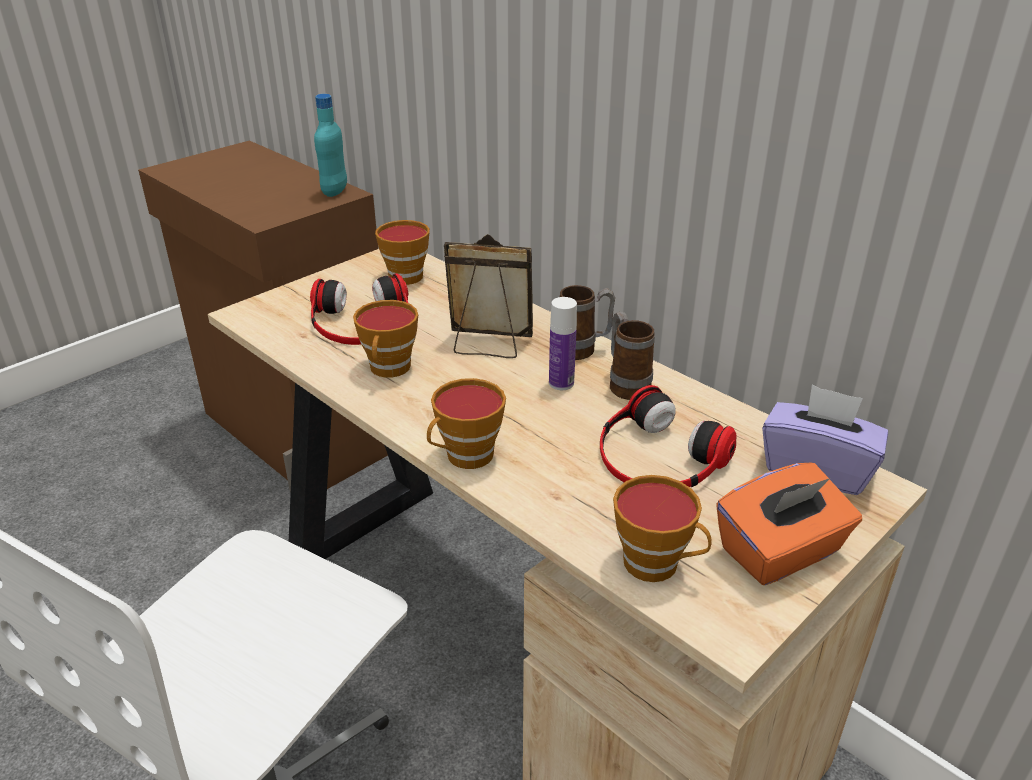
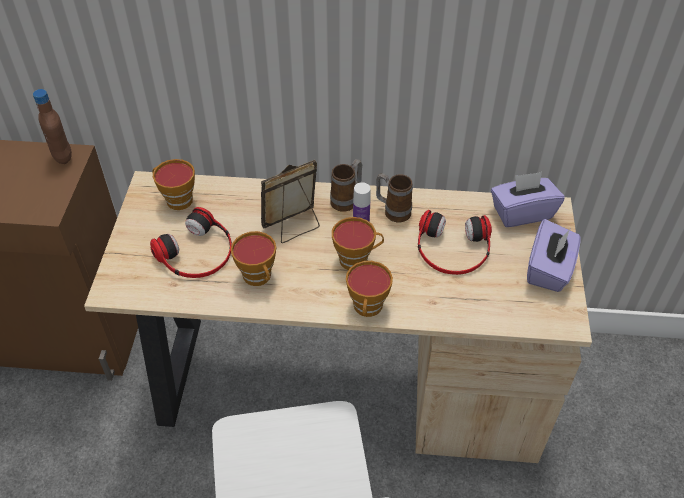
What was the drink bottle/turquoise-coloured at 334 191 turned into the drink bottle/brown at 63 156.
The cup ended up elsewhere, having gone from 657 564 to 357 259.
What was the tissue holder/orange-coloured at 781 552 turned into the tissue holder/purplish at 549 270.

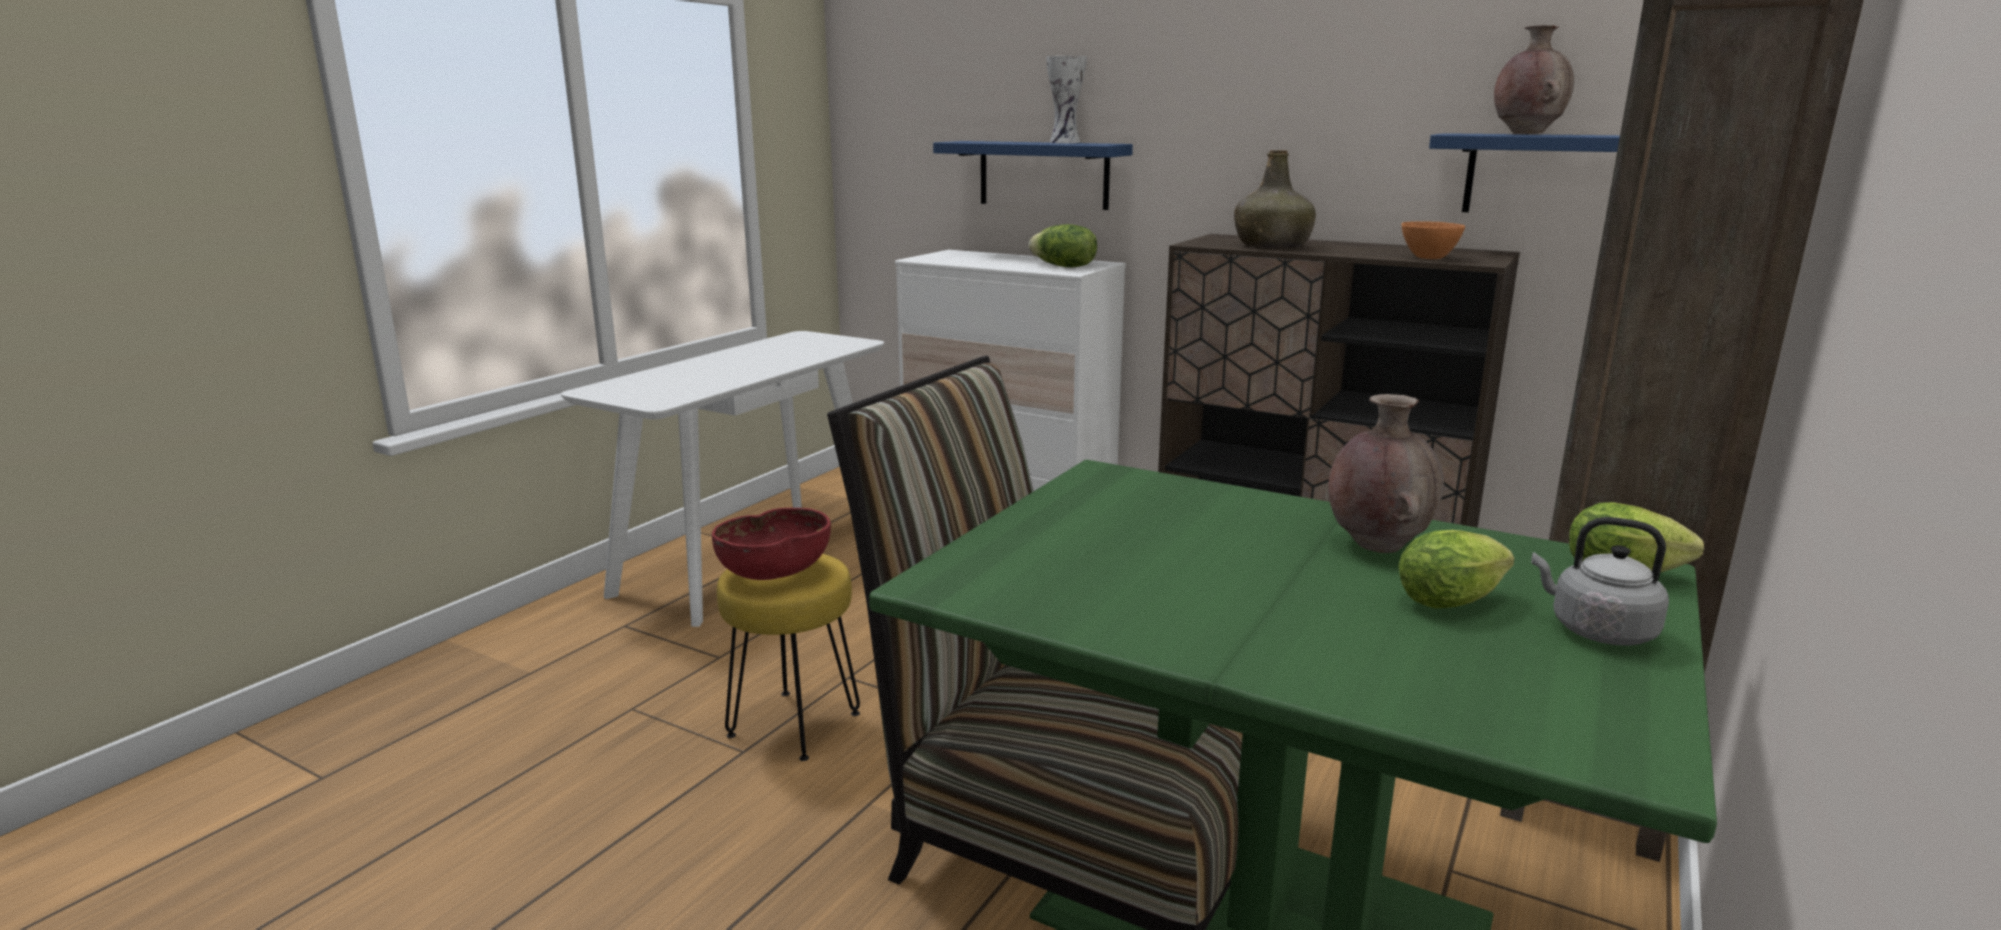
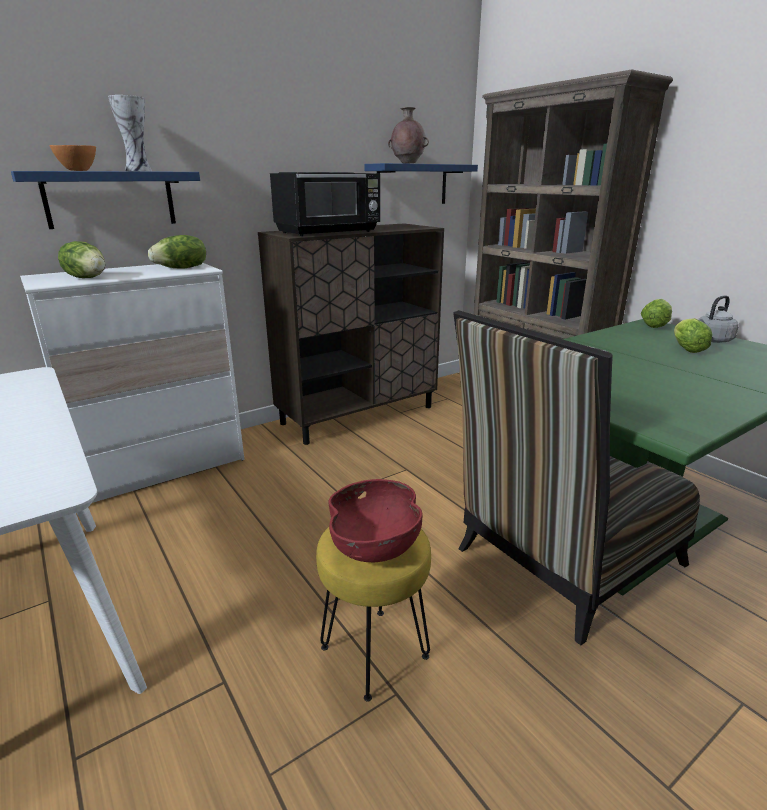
The bowl/orange-coloured ended up elsewhere, having gone from 1428 258 to 78 170.
The second view gained the lettuce at 87 278.
Where the drink bottle/greenish stood at 1272 246, the microwave/blackish came to stand at 329 232.
The second view lost the flower vase/brown at 1376 545.

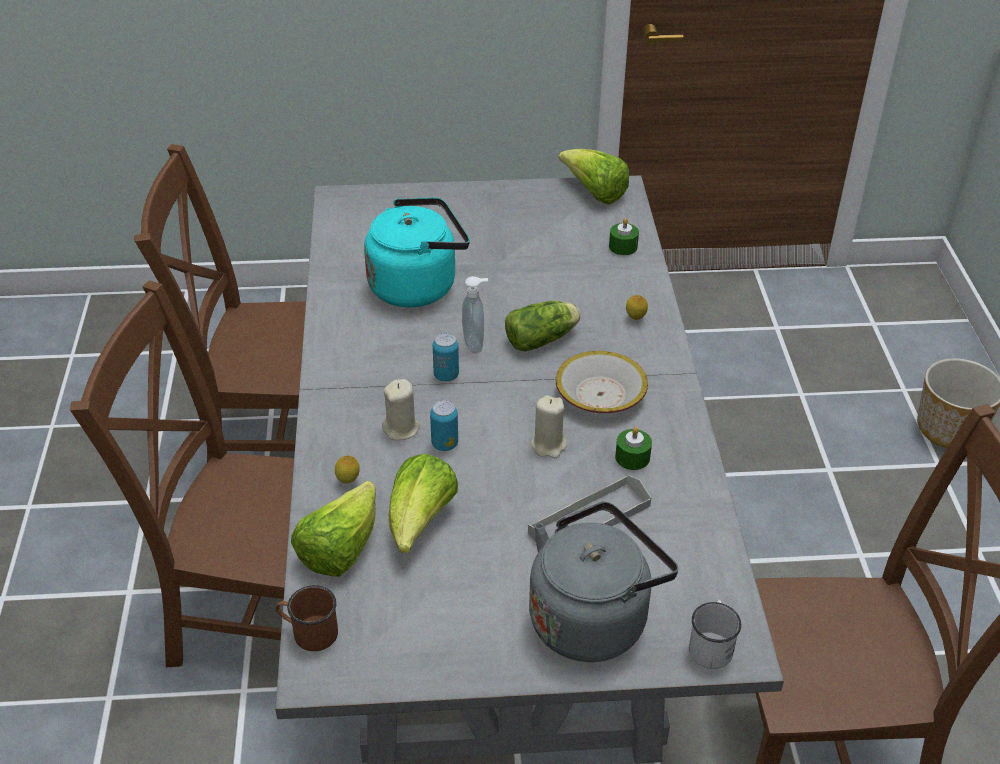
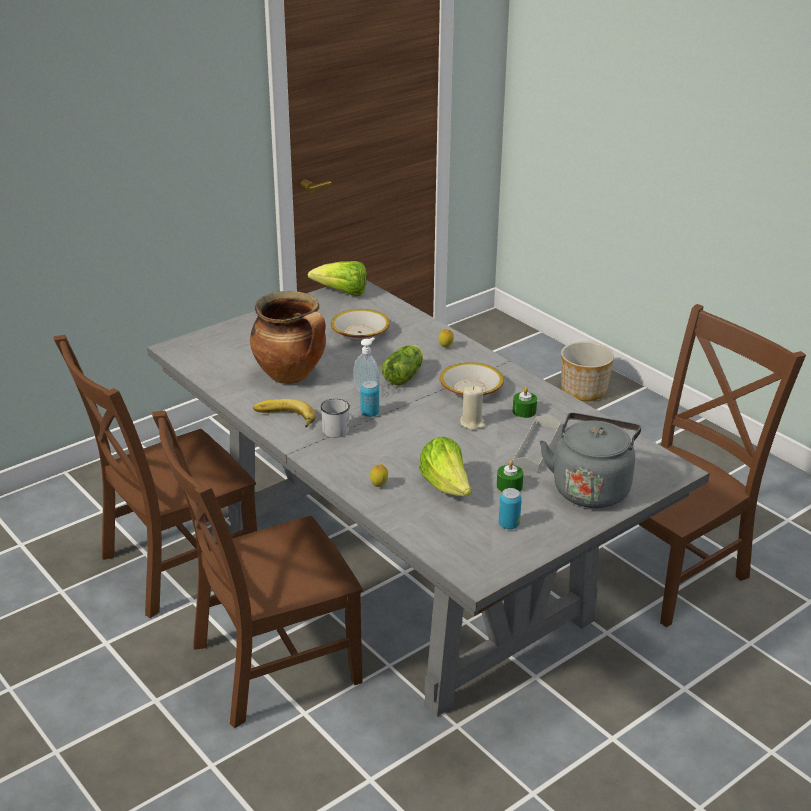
Where the tea kettle/turquoise-coloured stood at 417 285, the cooking pot came to stand at 292 376.
The second view gained the whole banana at 284 418.
The mug/white-coloured ended up elsewhere, having gone from 711 645 to 334 428.
The second view gained the bowl at 359 333.
The candle/greenish ended up elsewhere, having gone from 623 246 to 509 486.
The can ended up elsewhere, having gone from 444 444 to 509 524.
The second view lost the mug/brown at 309 632.
The second view lost the lettuce at 340 549.
The second view lost the candle/beige at 401 428.

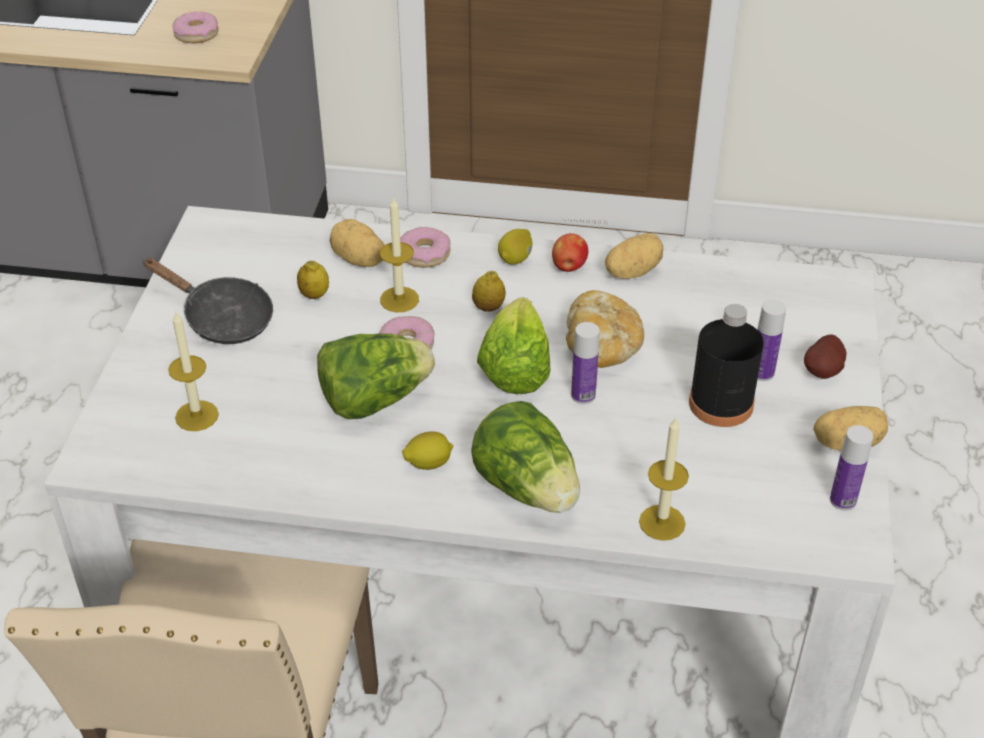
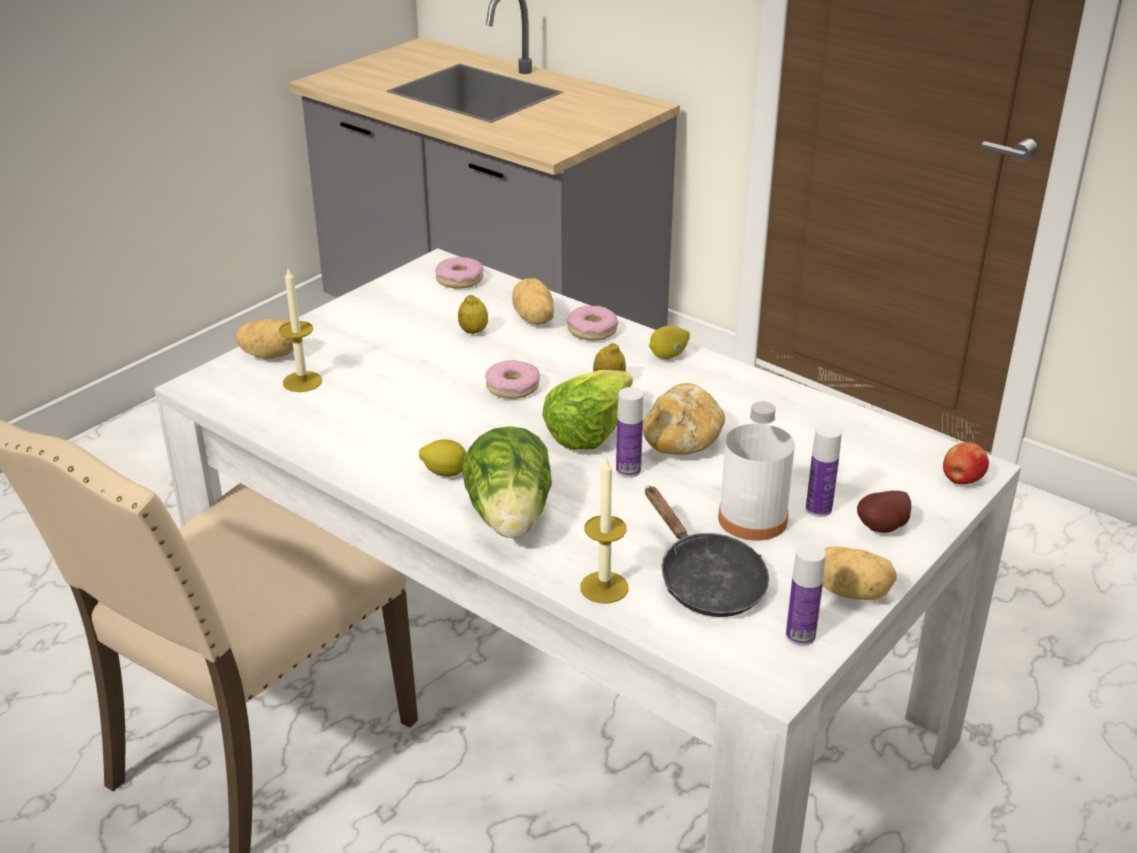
The potato ended up elsewhere, having gone from 631 271 to 272 355.
The donut ended up elsewhere, having gone from 196 34 to 459 280.
The skillet/blackish ended up elsewhere, having gone from 221 318 to 705 581.
What was the drink bottle/blackish at 721 404 turned into the drink bottle/white-coloured at 752 519.
The whole apple ended up elsewhere, having gone from 568 267 to 961 480.
The second view lost the lettuce at 374 399.
The second view lost the candle at 399 299.

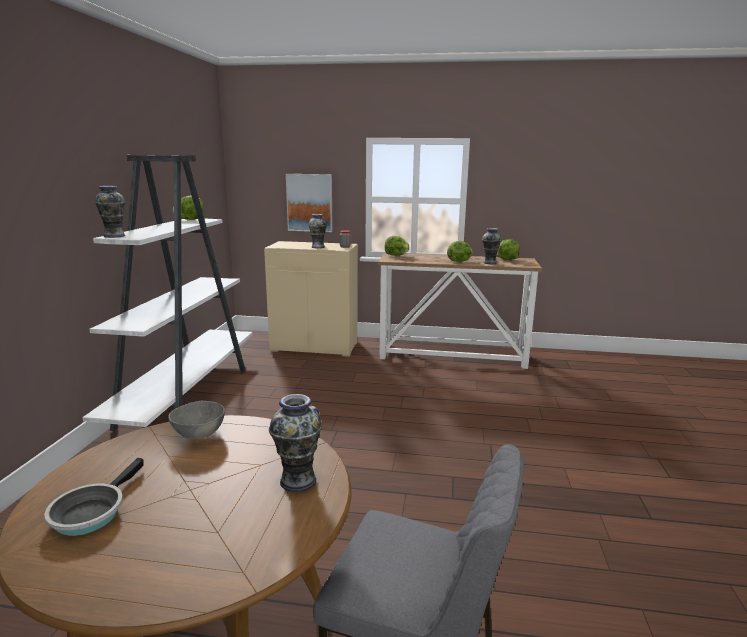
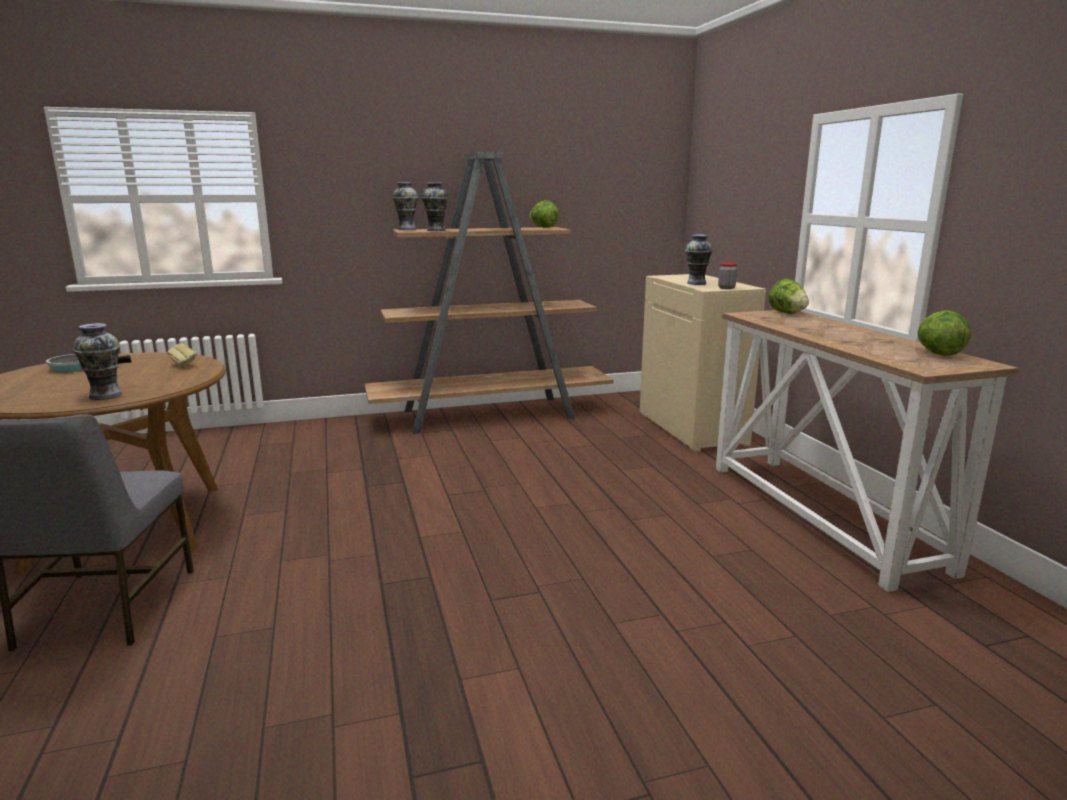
Where the bowl/grey stood at 198 435, the baked bread came to stand at 184 365.
What was the bookshelf/white-coloured at 187 395 turned into the bookshelf/brown at 491 414.
The flower vase ended up elsewhere, having gone from 490 263 to 436 230.
The second view lost the wall picture at 309 202.
The second view lost the lettuce at 459 261.

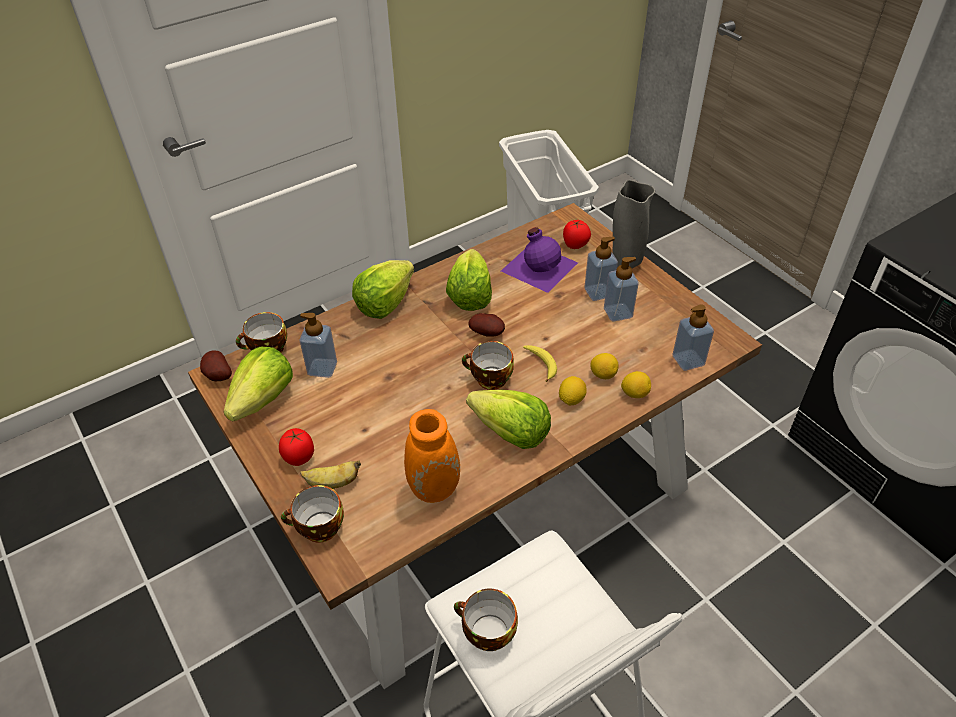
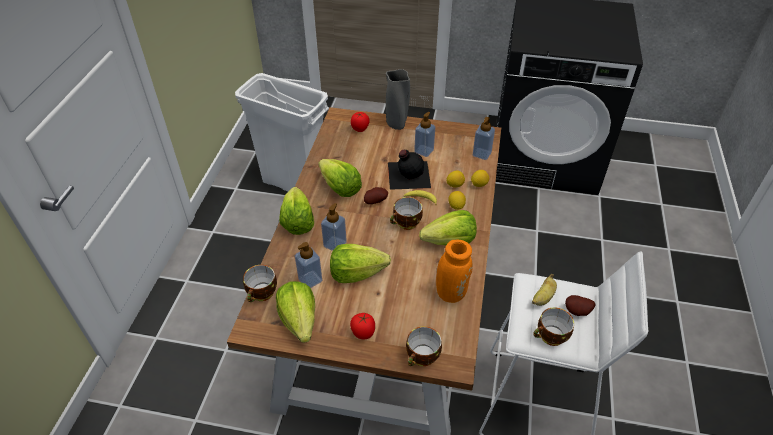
The soap bottle ended up elsewhere, having gone from 598 292 to 335 244.
The second view gained the lettuce at 357 273.
The second view gained the drink bottle/blackish at 408 174.
The whole banana ended up elsewhere, having gone from 332 483 to 543 298.
The potato ended up elsewhere, having gone from 217 376 to 577 312.
The second view lost the drink bottle/purplish at 539 266.

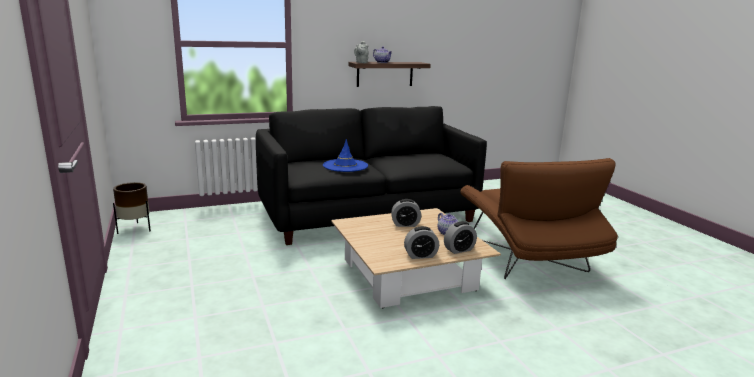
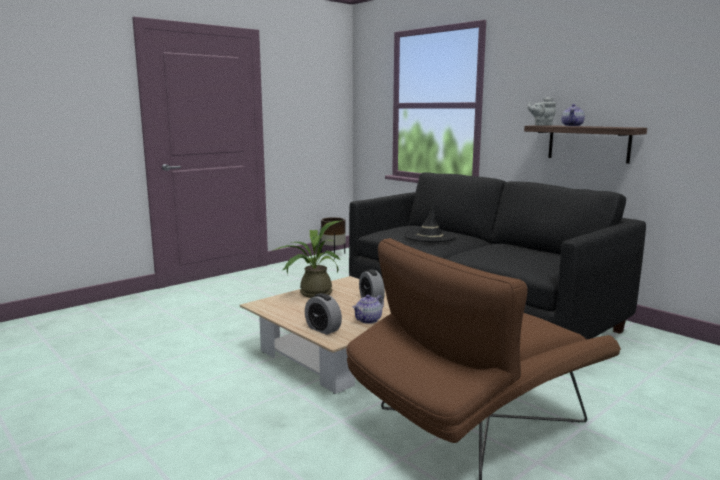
The second view gained the potted plant at 311 294.
What was the wearable hat/blue-coloured at 345 166 turned into the wearable hat/blackish at 429 236.
The second view lost the alarm clock at 420 255.

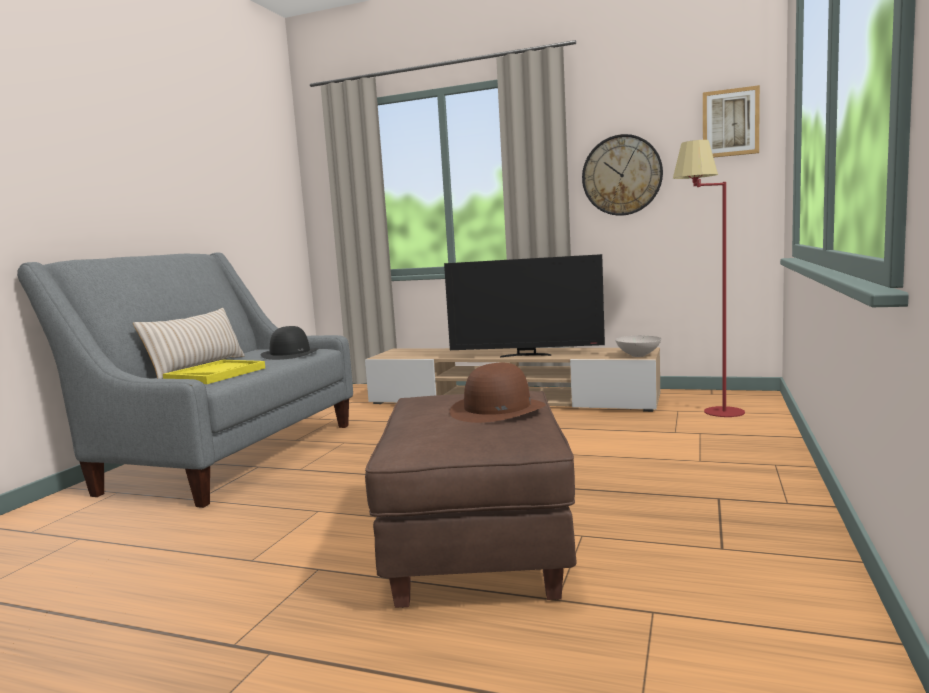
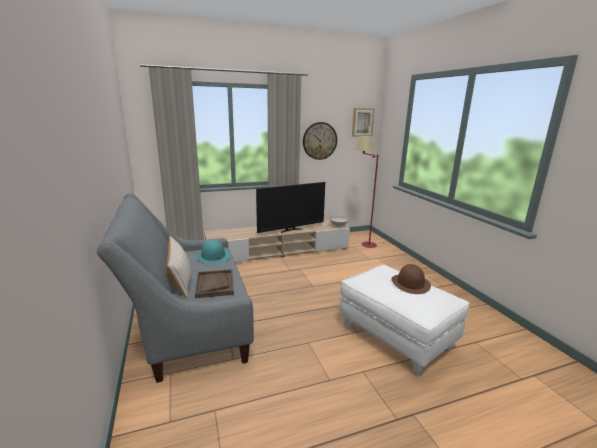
What was the serving tray/yellow at 216 374 turned into the serving tray/brown at 215 284.
What was the wearable hat/blackish at 290 354 turned into the wearable hat/turquoise-coloured at 213 256.
What was the ottoman/brown at 477 546 turned into the ottoman/white-coloured at 395 337.

